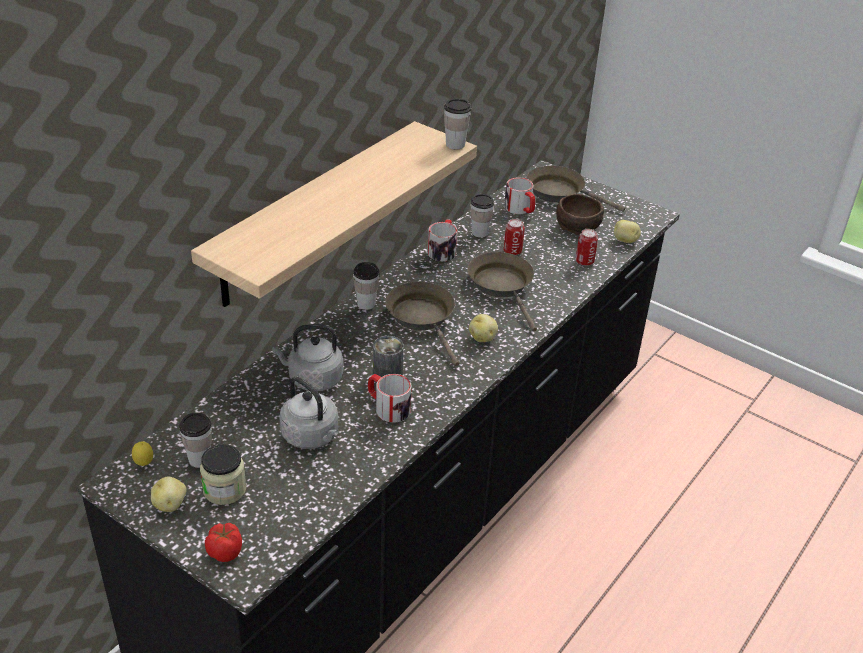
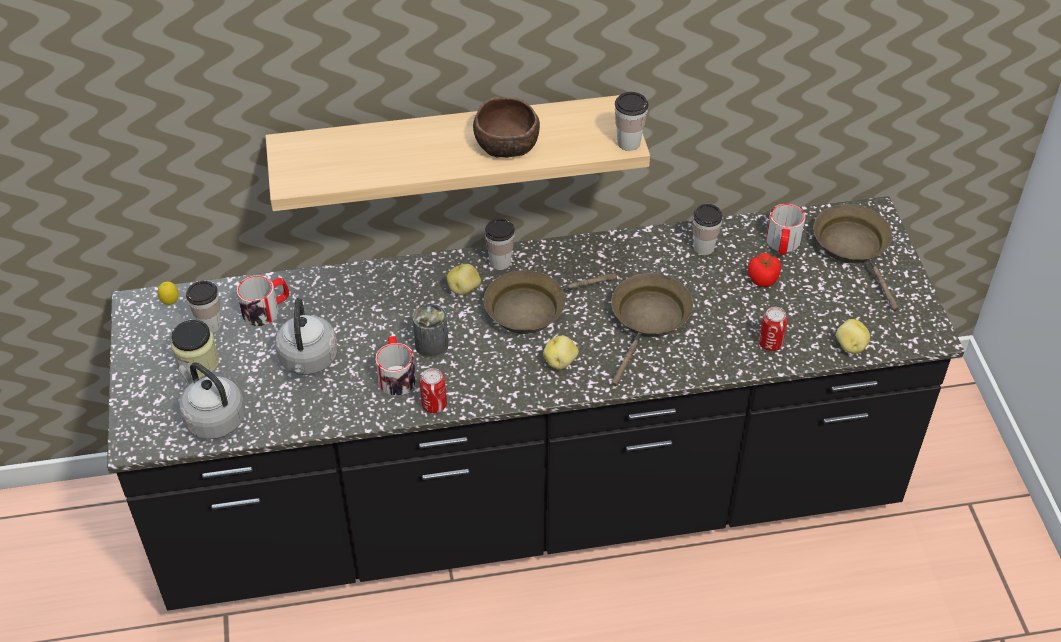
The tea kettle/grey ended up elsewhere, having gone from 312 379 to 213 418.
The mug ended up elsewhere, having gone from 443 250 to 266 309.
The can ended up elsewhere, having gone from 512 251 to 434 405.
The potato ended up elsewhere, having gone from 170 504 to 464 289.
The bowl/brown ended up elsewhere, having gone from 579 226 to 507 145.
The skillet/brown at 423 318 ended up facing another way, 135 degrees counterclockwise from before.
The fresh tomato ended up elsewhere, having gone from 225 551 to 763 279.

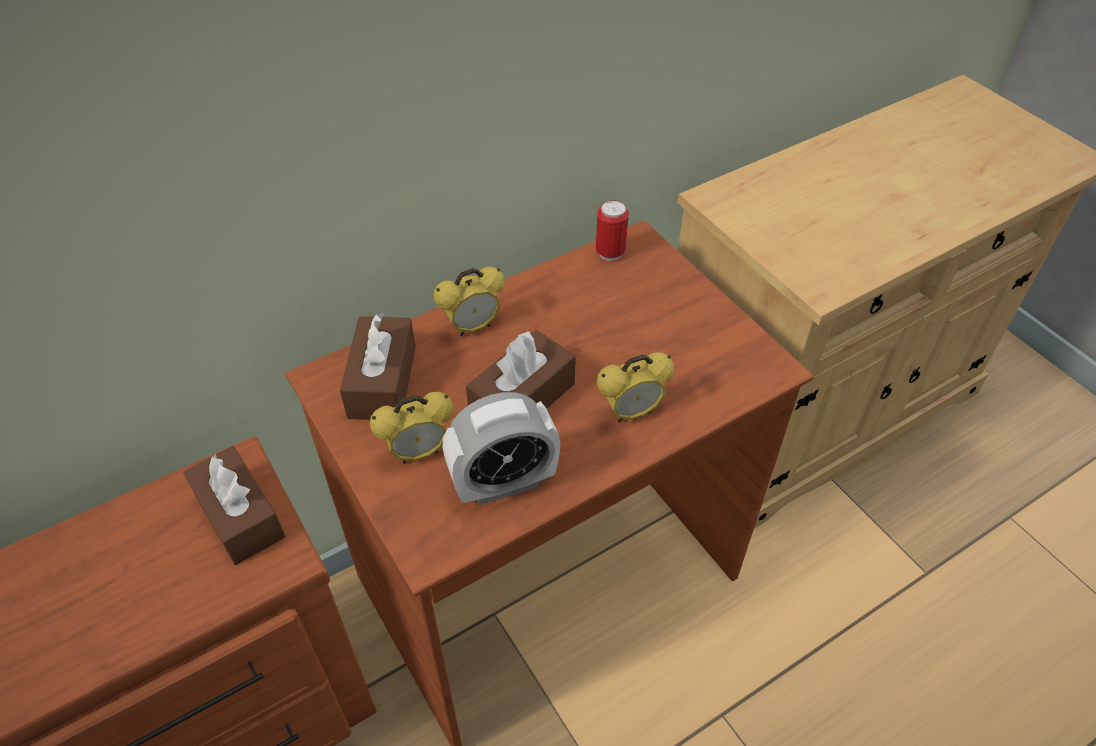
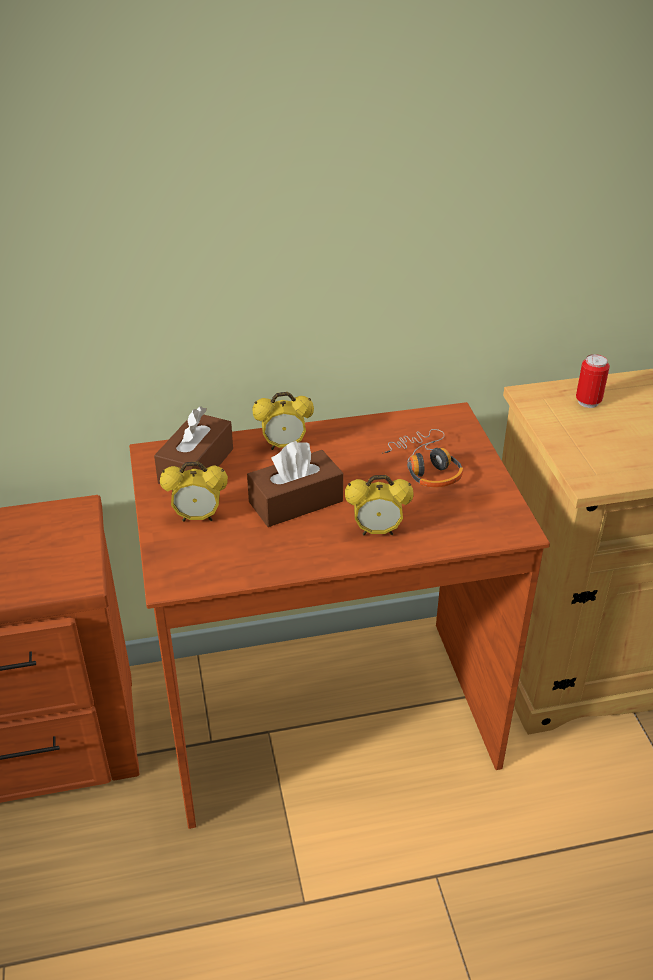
The second view gained the headphones at 426 467.
The can ended up elsewhere, having gone from 610 252 to 588 402.
The second view lost the tissue holder/brown at 240 516.
The second view lost the alarm clock at 503 483.

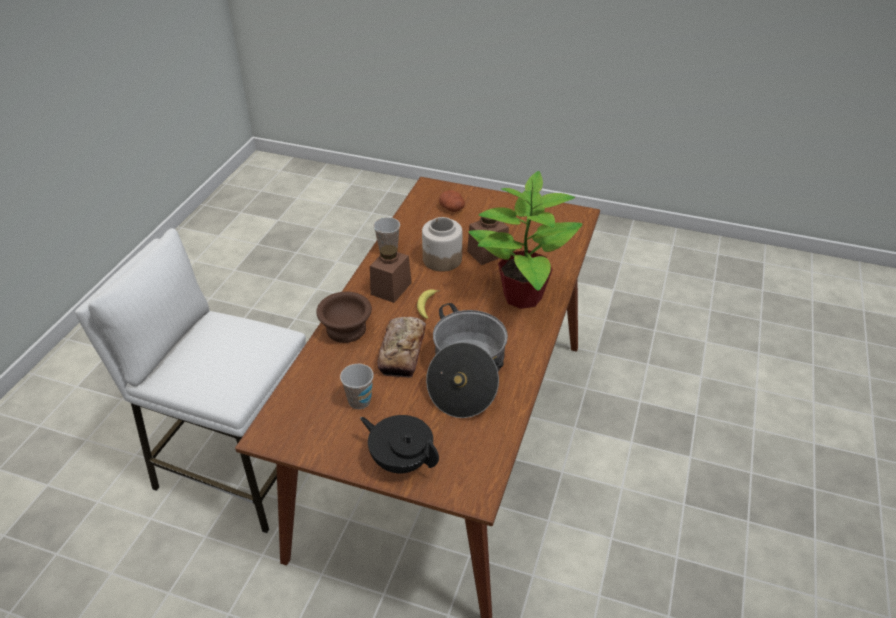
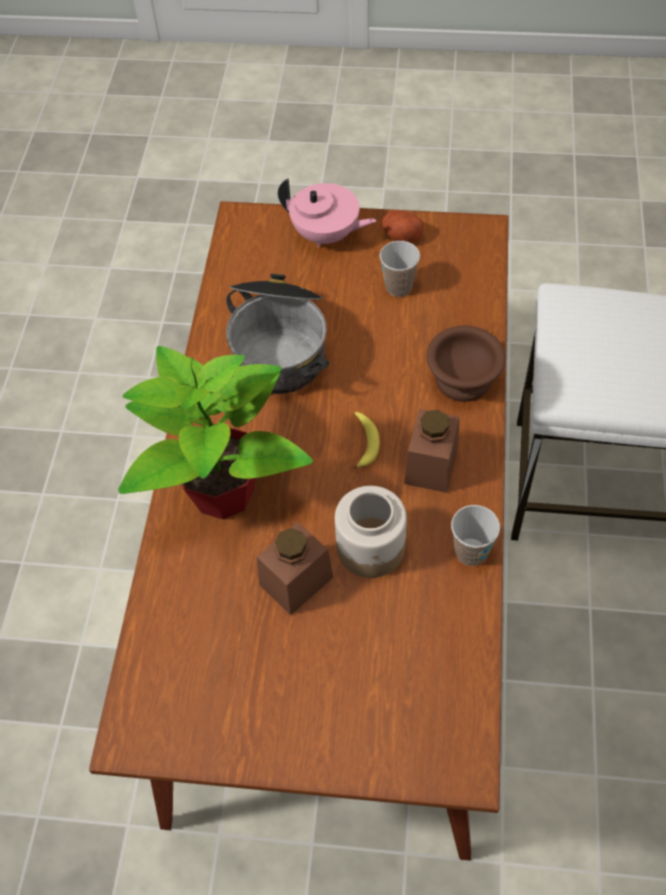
What was the teapot/blackish at 401 460 turned into the teapot/pink-coloured at 326 235.
The potato ended up elsewhere, having gone from 452 208 to 401 235.
The second view lost the baked bread at 402 352.

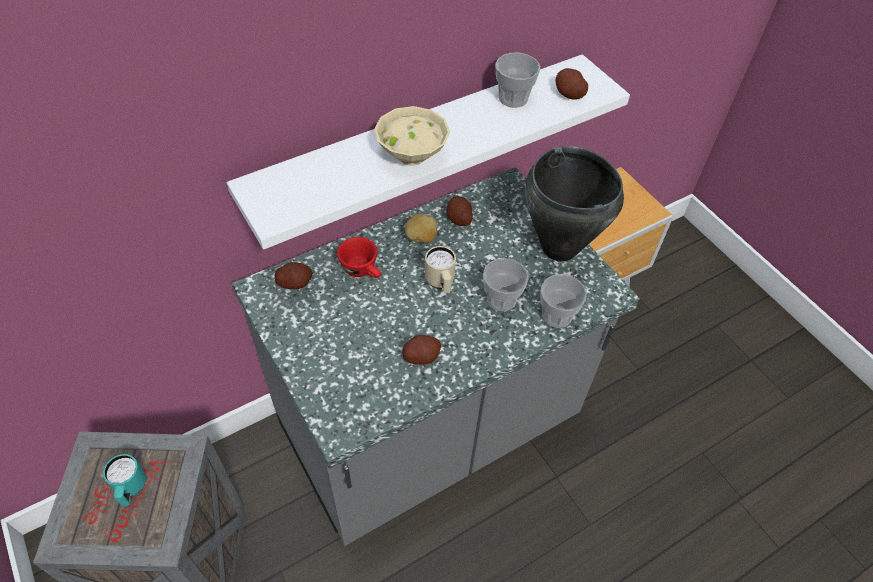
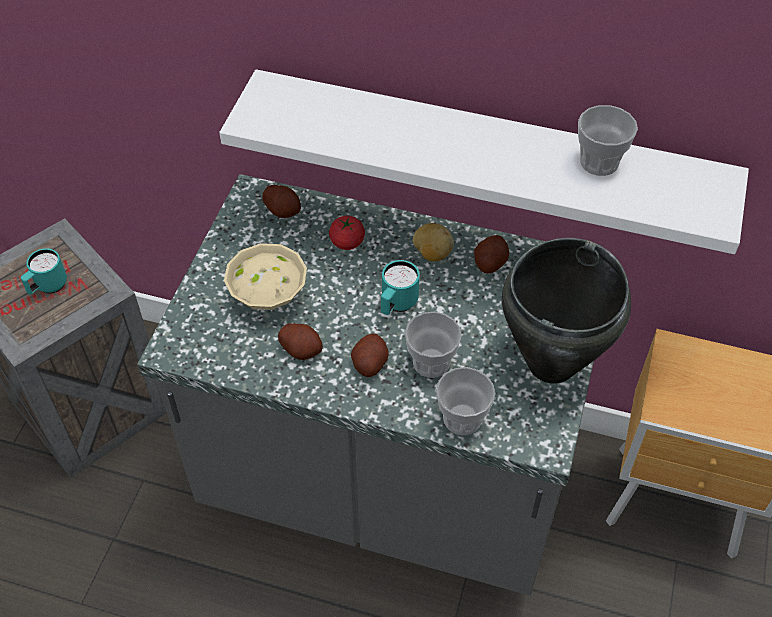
The bowl/beige ended up elsewhere, having gone from 414 156 to 270 298.
Where the cup/red stood at 363 270, the fresh tomato came to stand at 347 242.
The potato ended up elsewhere, having gone from 569 94 to 369 363.
What was the mug/beige at 440 283 turned into the mug/turquoise-coloured at 396 305.

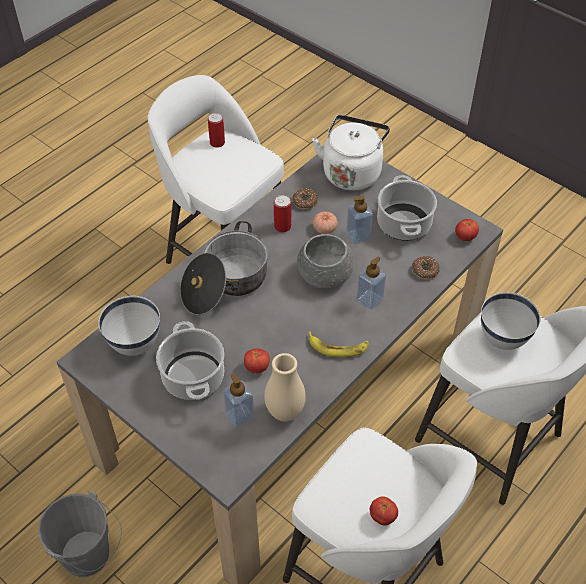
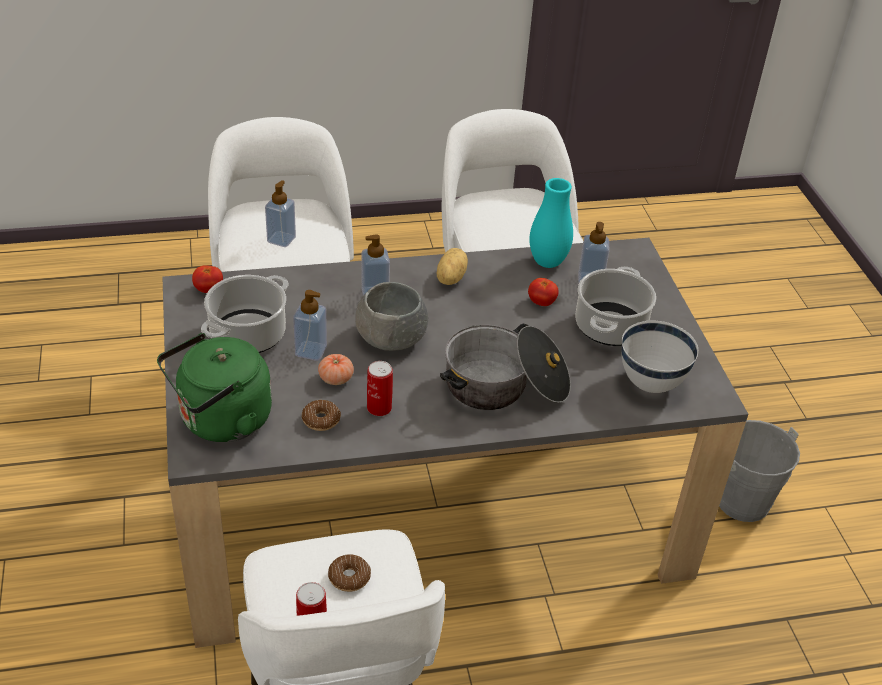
What was the tea kettle/white-coloured at 352 172 turned into the tea kettle/greenish at 221 421.
Where the bowl/white-coloured stood at 503 338, the soap bottle came to stand at 281 239.
The donut ended up elsewhere, having gone from 425 270 to 349 577.
Where the whole banana stood at 338 347, the potato came to stand at 449 278.
What was the flower vase/beige at 285 412 turned into the flower vase/turquoise-coloured at 547 262.
The second view lost the fresh tomato at 382 516.

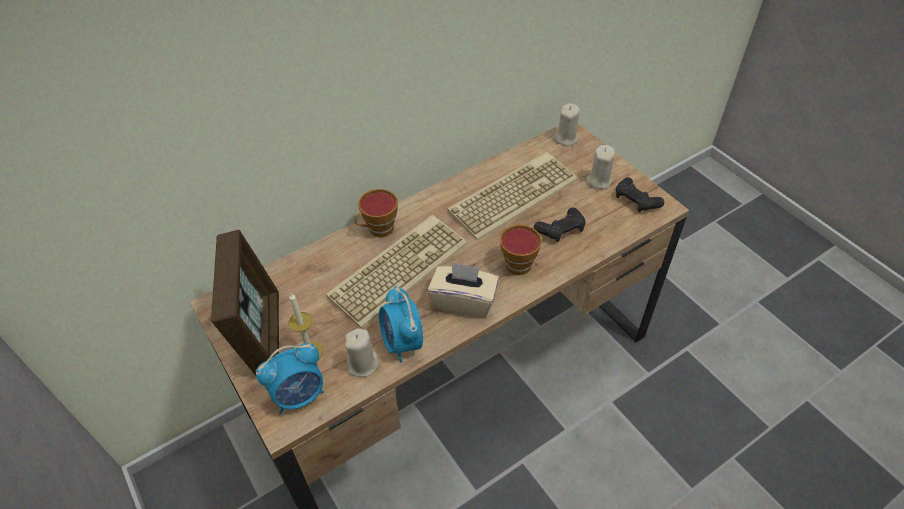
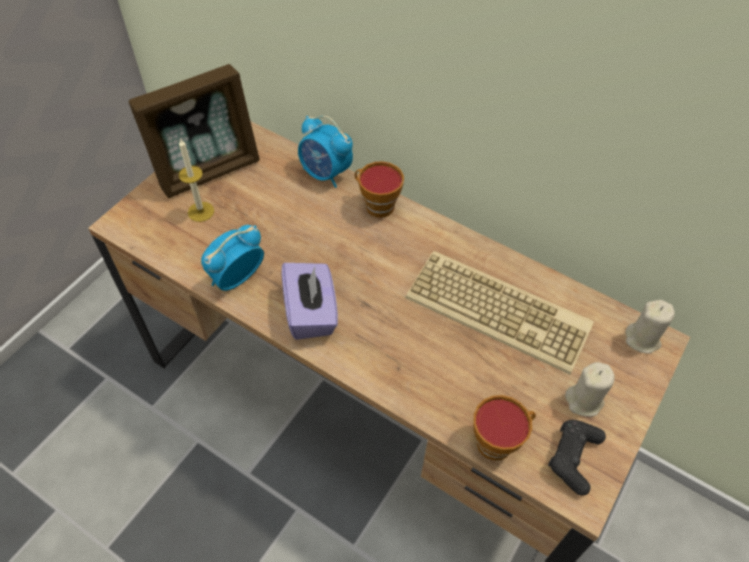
What was the tissue holder/beige at 464 301 turned into the tissue holder/purplish at 311 313.
The alarm clock ended up elsewhere, having gone from 299 395 to 325 174.
The cup ended up elsewhere, having gone from 517 262 to 498 441.
The second view lost the PC keyboard at 398 268.
The second view lost the candle/beige at 363 364.
The second view lost the game controller/blackish at 561 230.

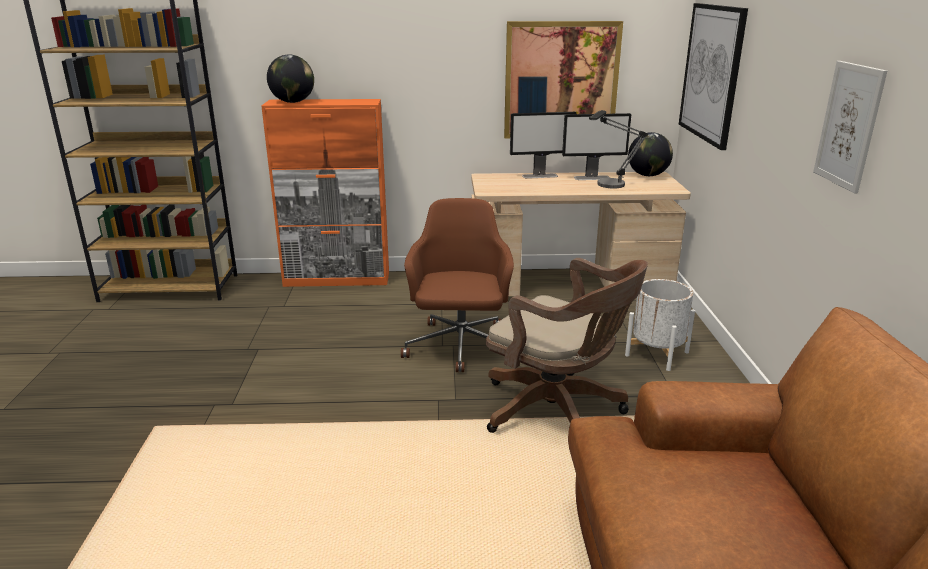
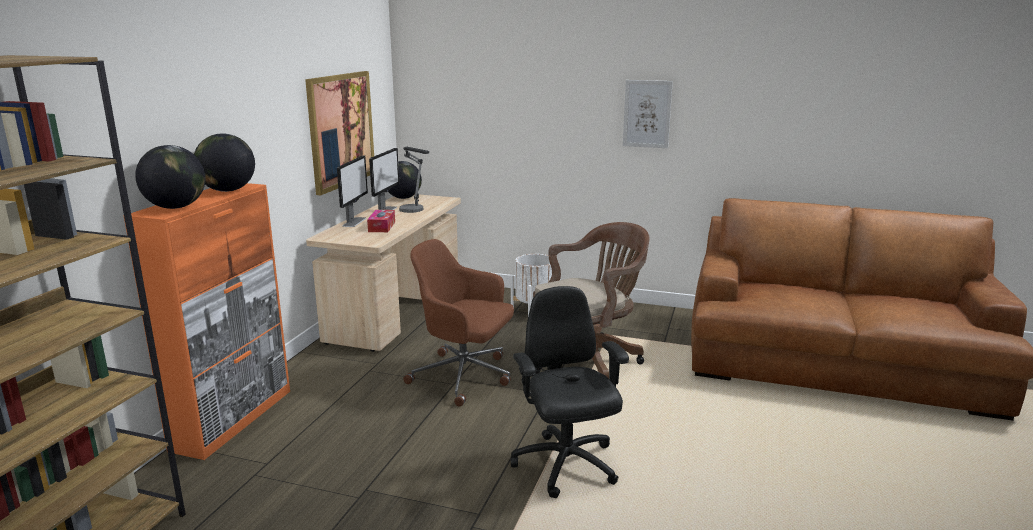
The second view gained the globe at 228 190.
The second view gained the tissue holder at 382 227.
The second view gained the desk chair/blackish at 566 466.
The second view lost the wall picture at 711 73.

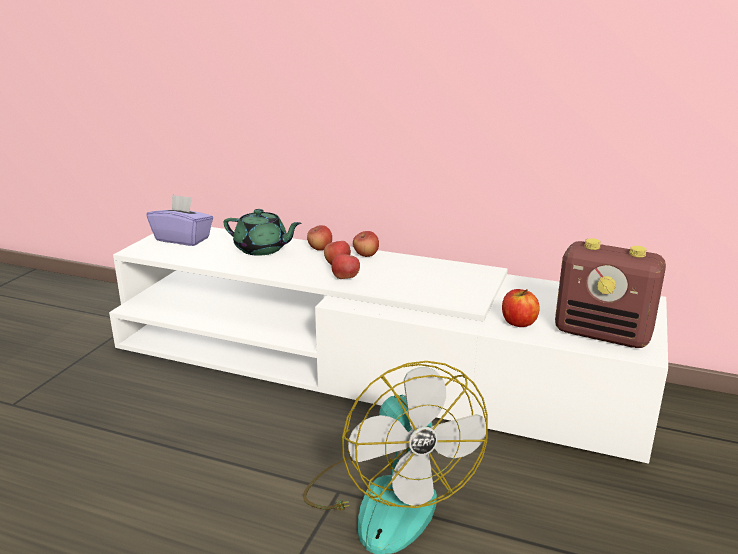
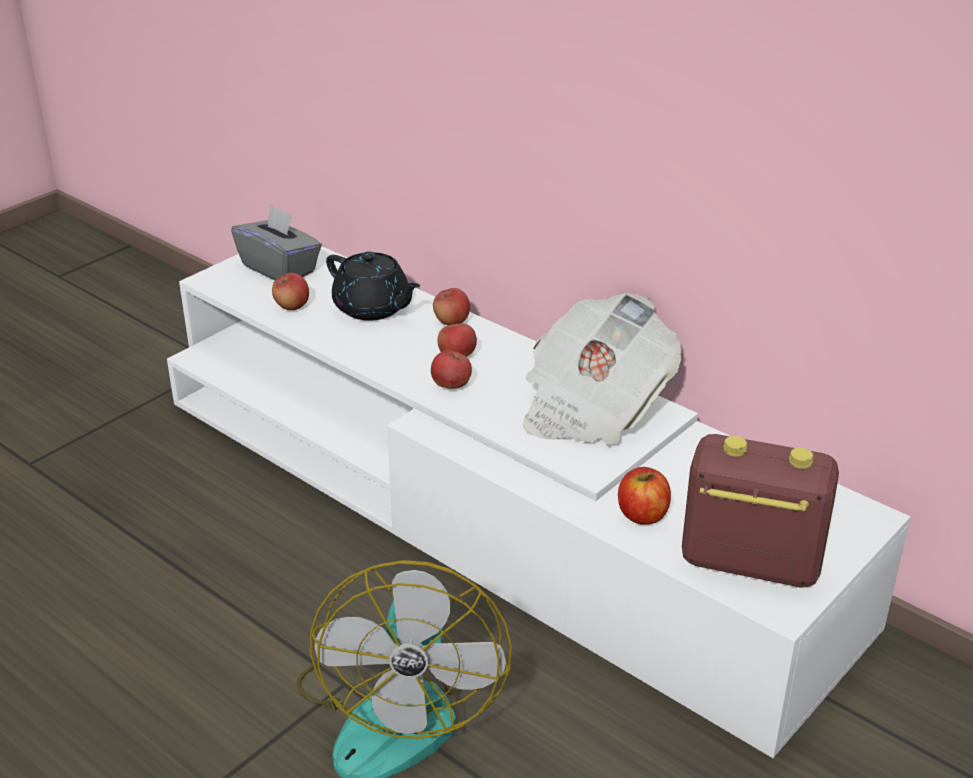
What was the tissue holder/purplish at 183 239 turned into the tissue holder/grey at 280 268.
The whole apple ended up elsewhere, having gone from 366 255 to 292 306.
What was the teapot/greenish at 262 249 turned into the teapot/blackish at 372 308.
The second view gained the printed paper at 592 406.
The radio set at 603 334 ended up facing another way, 150 degrees clockwise from before.

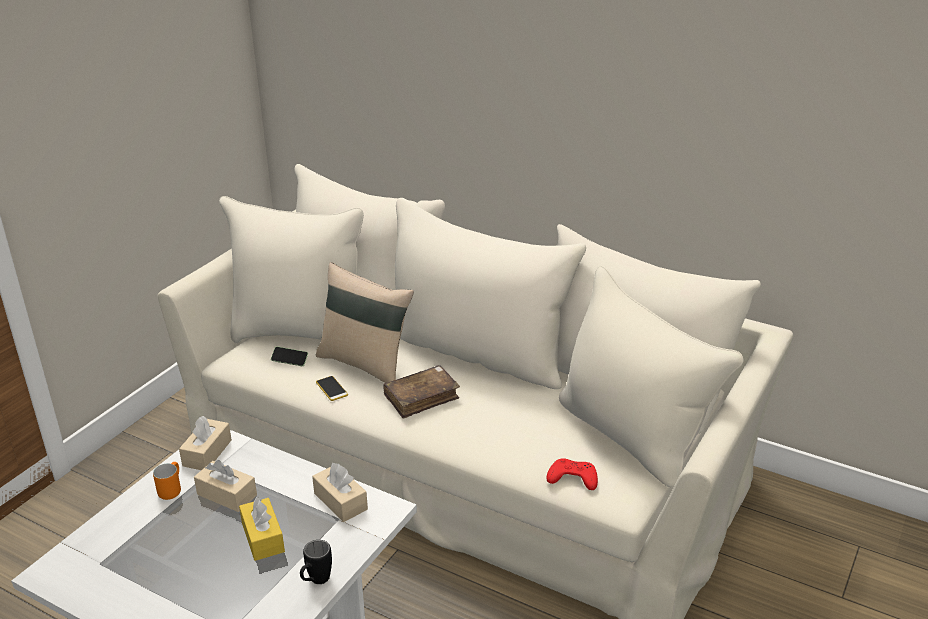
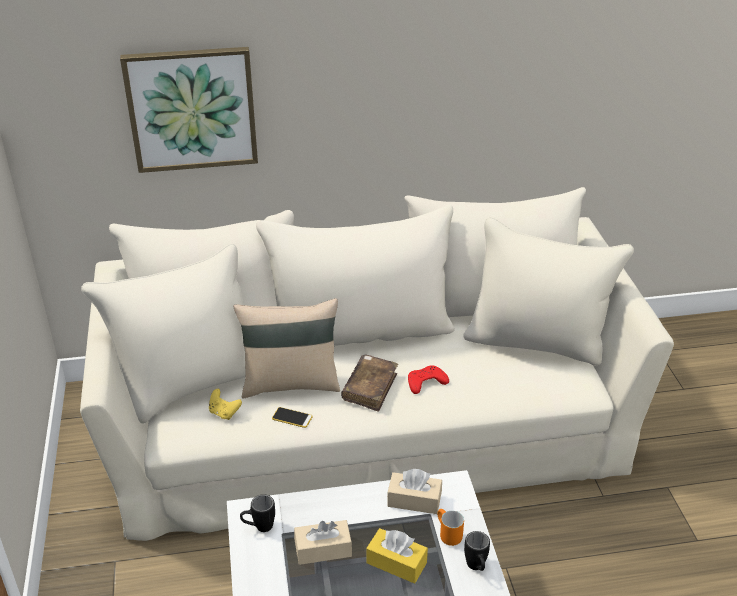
The second view gained the wall picture at 192 109.
Where the handset stood at 290 360, the game controller/yellow came to stand at 224 413.
Where the tissue holder/beige stood at 207 453, the mug/blackish came to stand at 259 527.
The game controller/red ended up elsewhere, having gone from 572 478 to 426 382.
The mug/orange-coloured ended up elsewhere, having gone from 170 489 to 446 535.

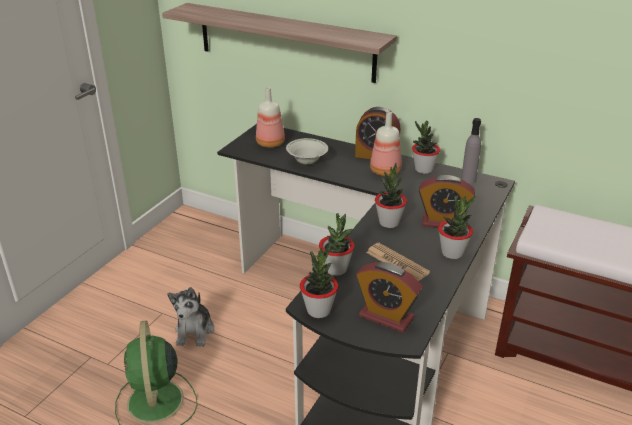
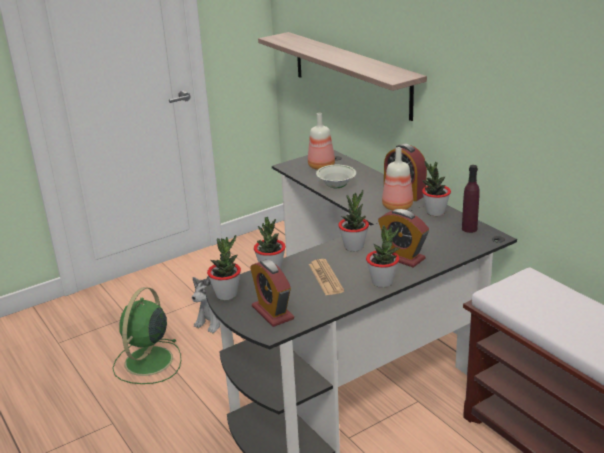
What was the drink bottle/grey at 468 180 turned into the drink bottle/purplish at 469 229.

